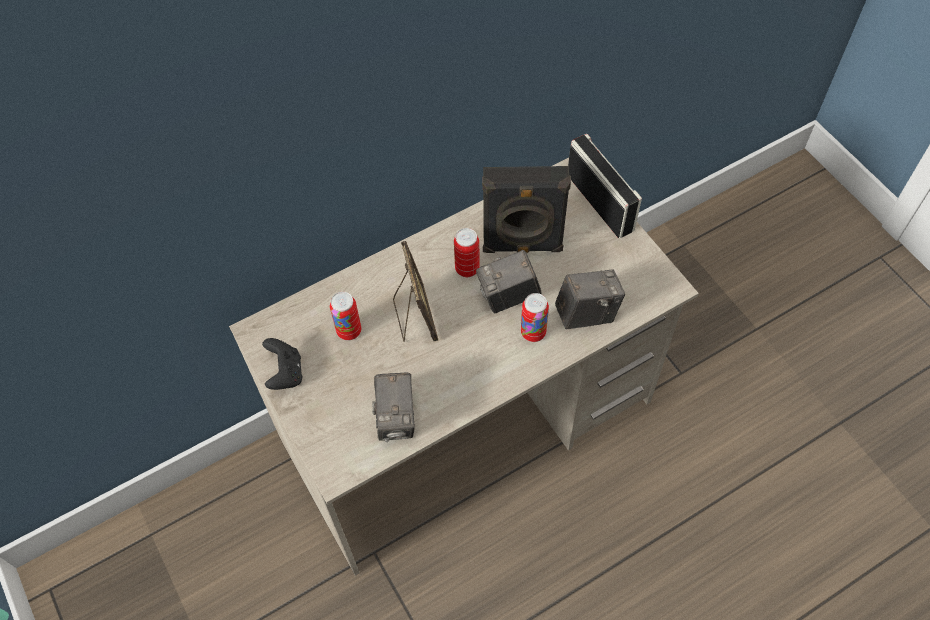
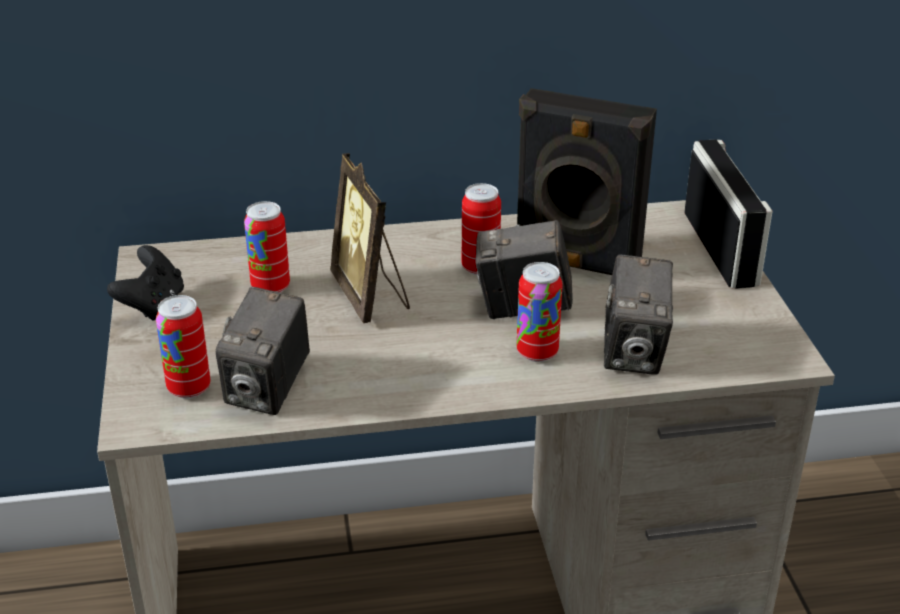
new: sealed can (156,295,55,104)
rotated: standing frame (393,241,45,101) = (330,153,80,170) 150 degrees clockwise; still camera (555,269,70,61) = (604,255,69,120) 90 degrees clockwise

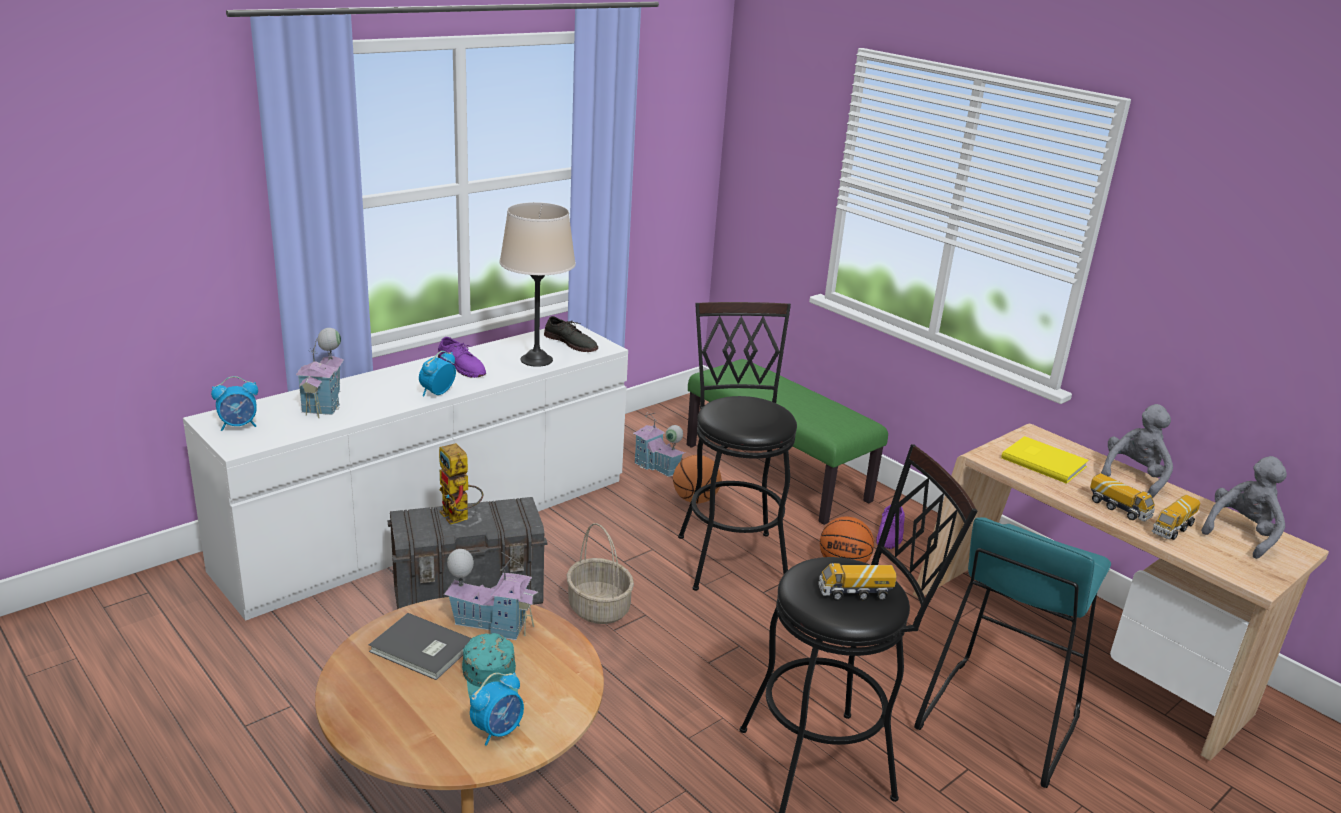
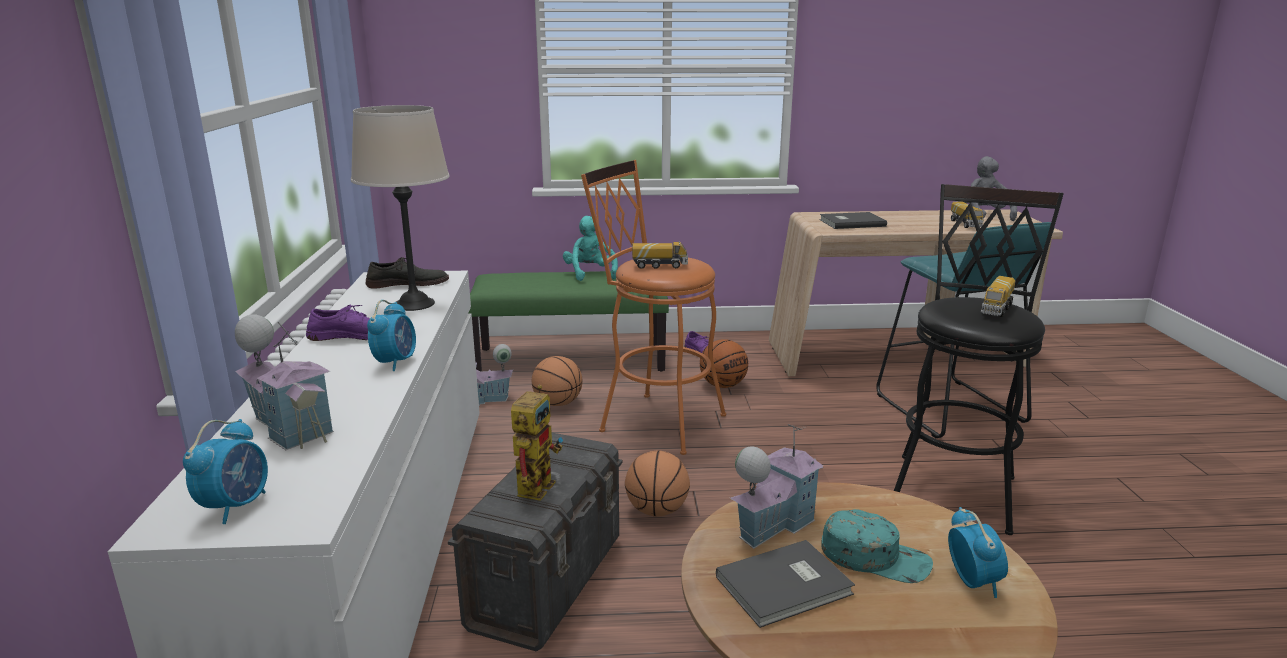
gone: gray cuddly toy (1101,404,72,94)
new: turquoise-coloured cuddly toy (563,216,55,65)
shifted: model truck (1090,473,65,48) to (632,241,56,28)
swapped: basket (567,523,67,101) to basketball (625,450,65,67)
repainted: black stool (678,302,119,289) to orange stool (581,160,145,295); yellow book (1001,436,88,48) to gray book (819,212,68,17)
rotated: bedside clock (419,351,37,45) = (367,300,49,71) 150 degrees counterclockwise; toy robot (439,443,44,82) = (511,385,52,116) 75 degrees counterclockwise

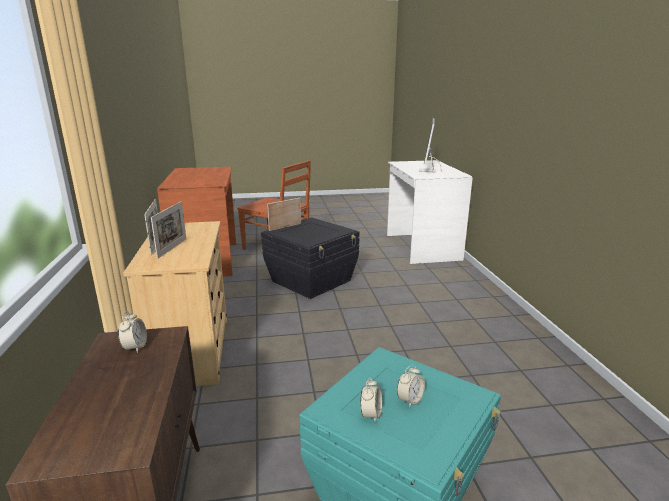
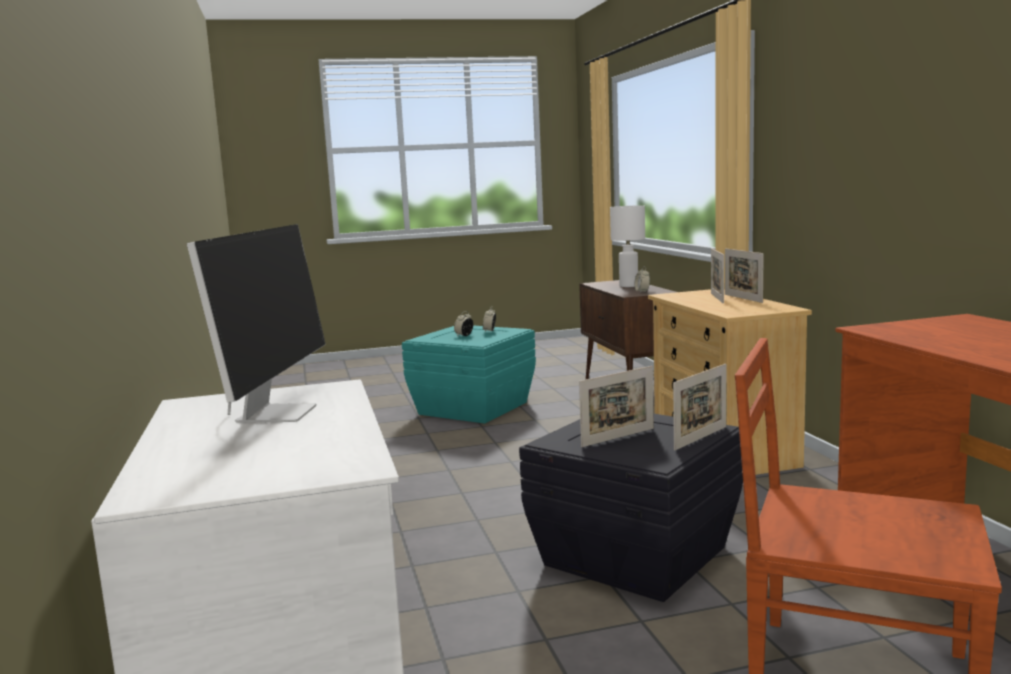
new: standing frame (579,366,75,81); whitish table lamp (610,205,35,82)

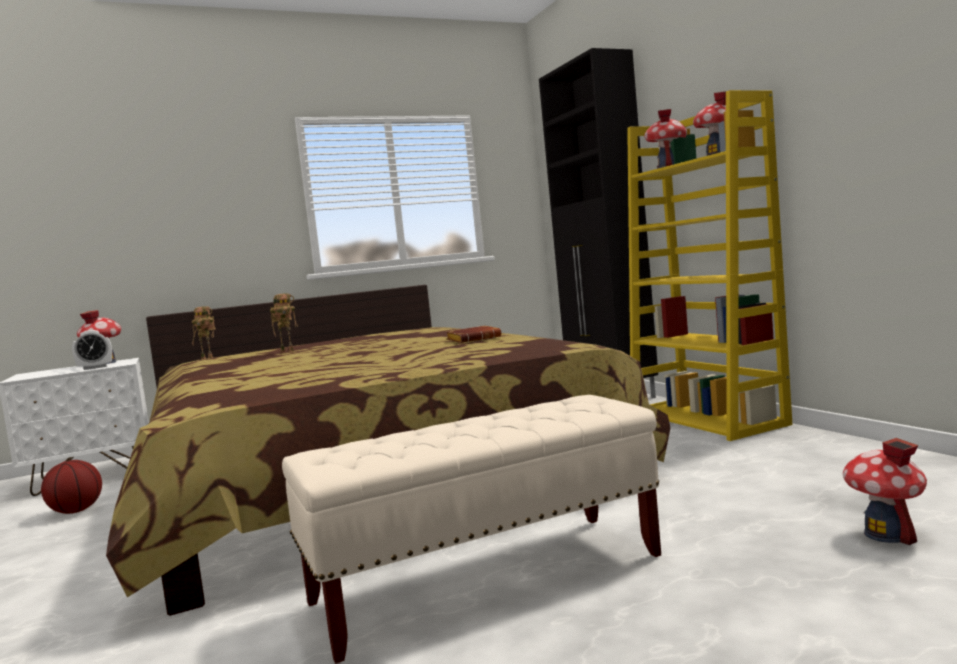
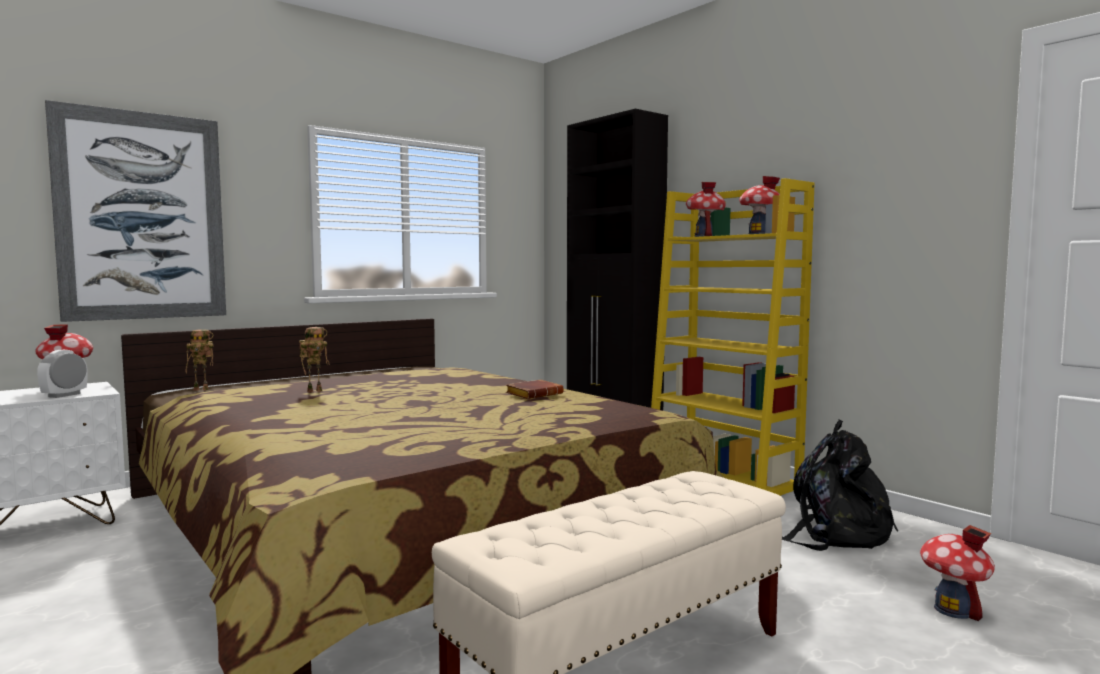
gone: basketball (41,460,61,54)
new: wall art (45,100,181,222); black knapsack (782,419,116,132)
rotated: bedside clock (72,330,40,40) = (37,350,51,48) 150 degrees clockwise

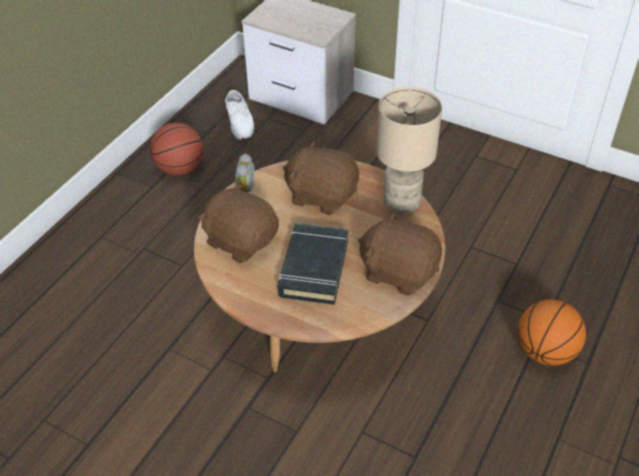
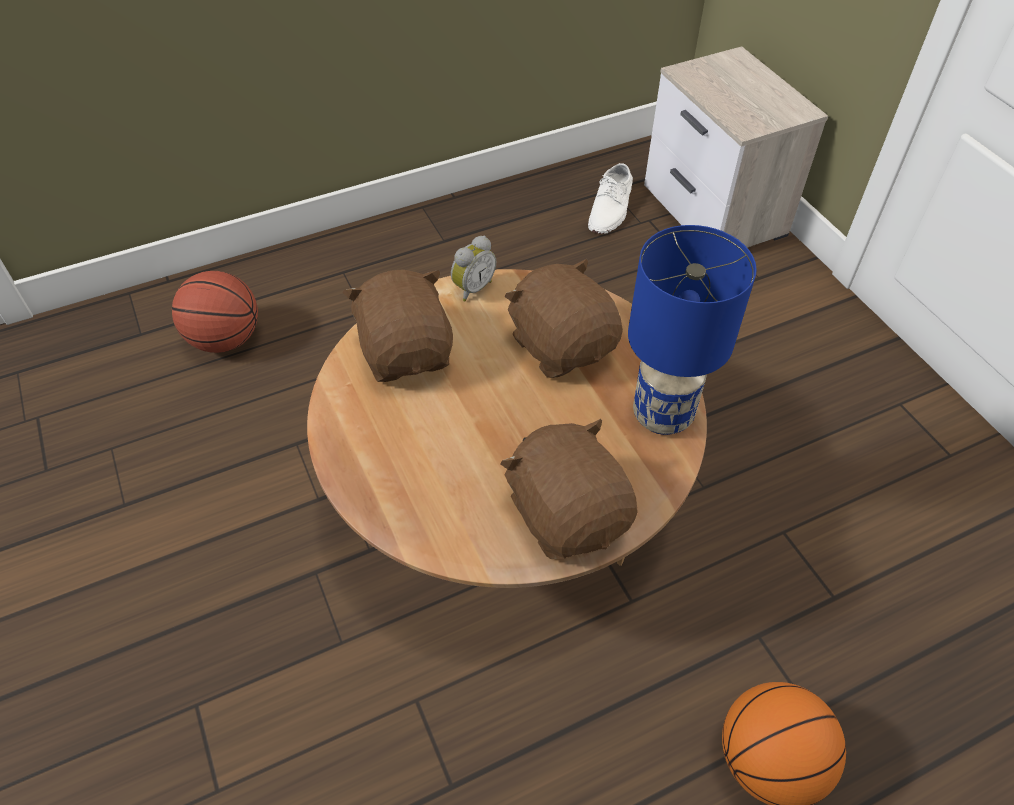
gone: black book (278,223,71,82)
shifted: basketball (150,122,53,54) to (172,271,86,82)
repainted: sand-coloured table lamp (376,87,66,127) to bluish table lamp (628,225,129,210)

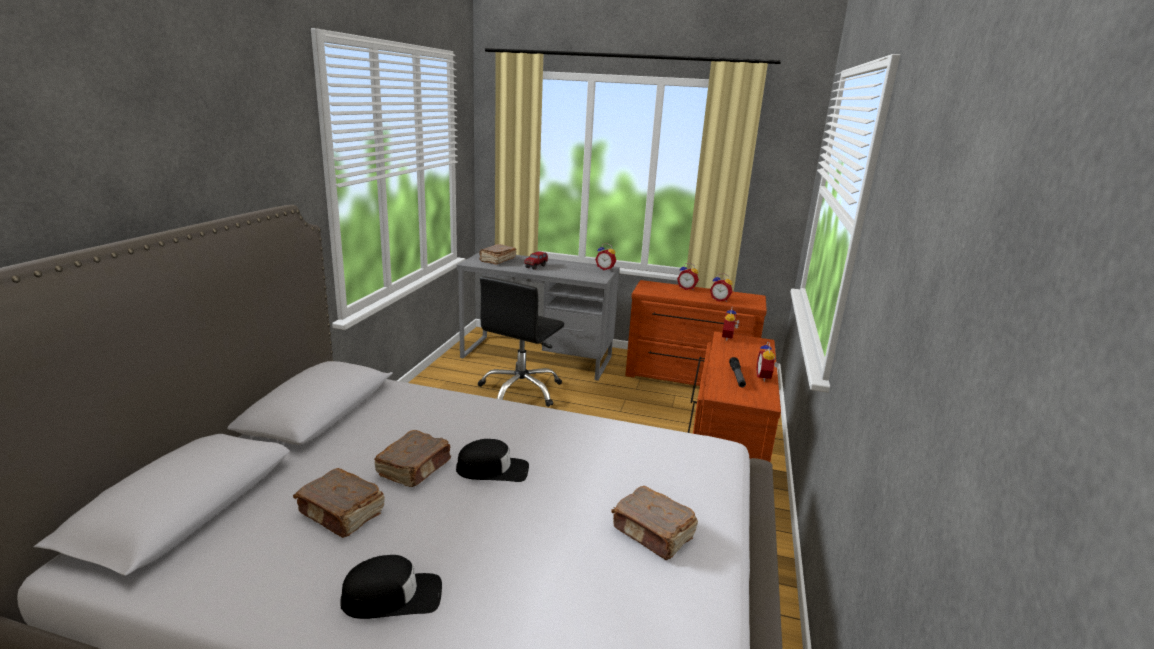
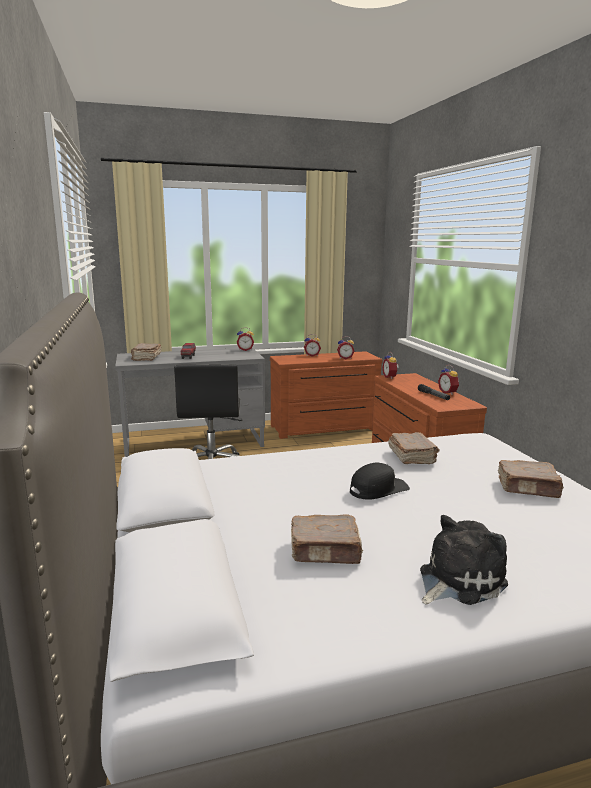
shifted: brown-coloured book (374,430,77,57) to (388,432,51,32)
swapped: black baseball cap (341,555,101,64) to cuddly toy (420,515,88,90)

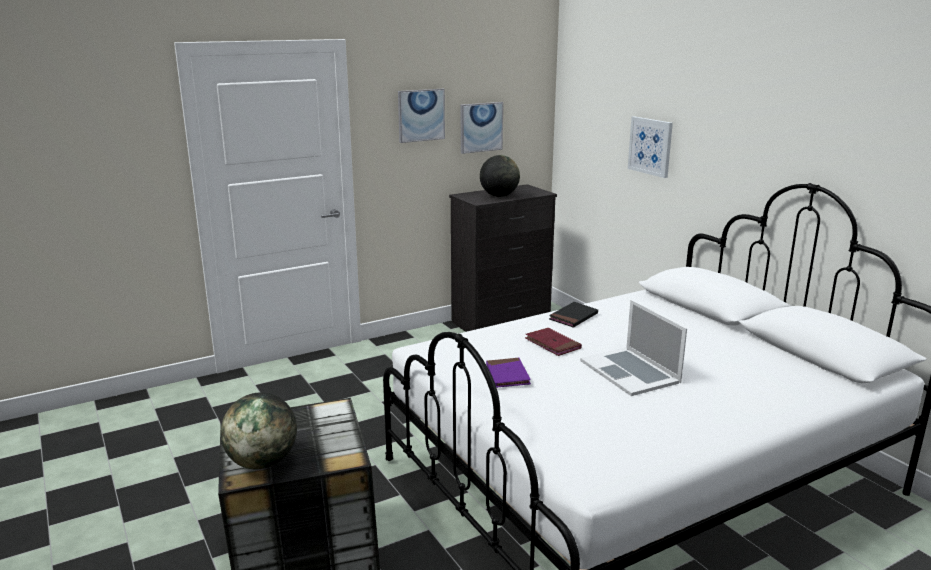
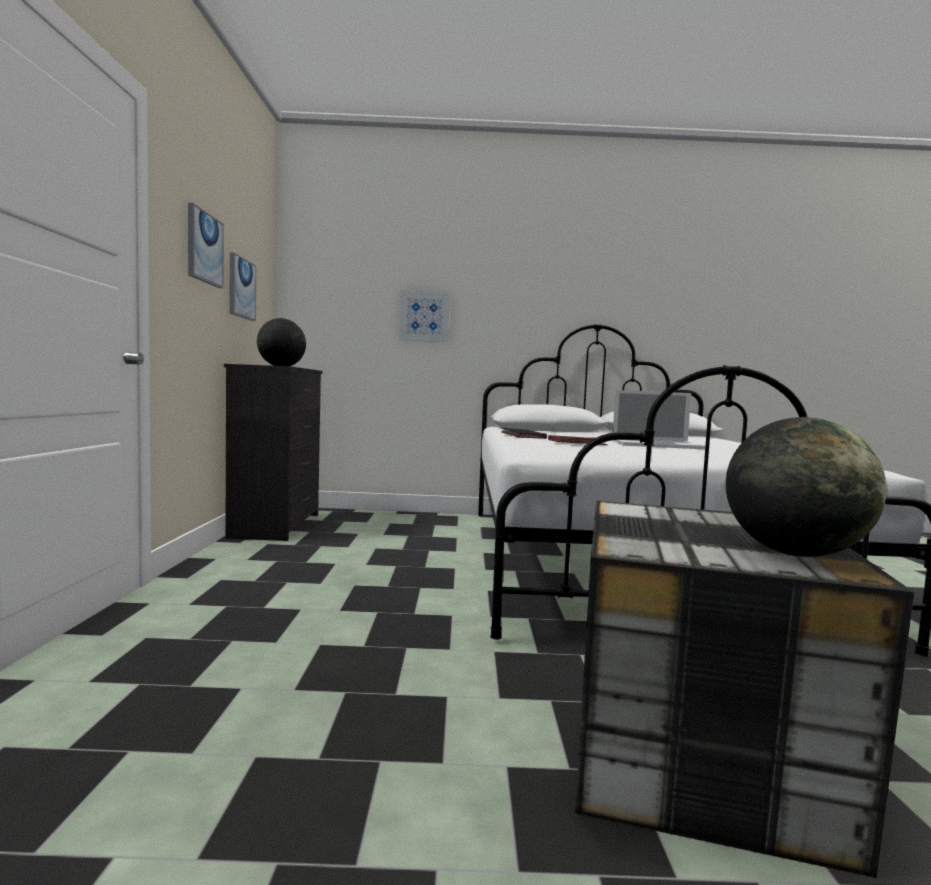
gone: purplish book (486,358,45,30)

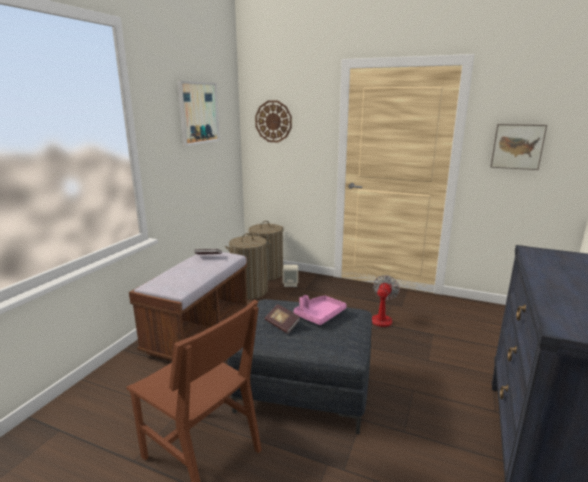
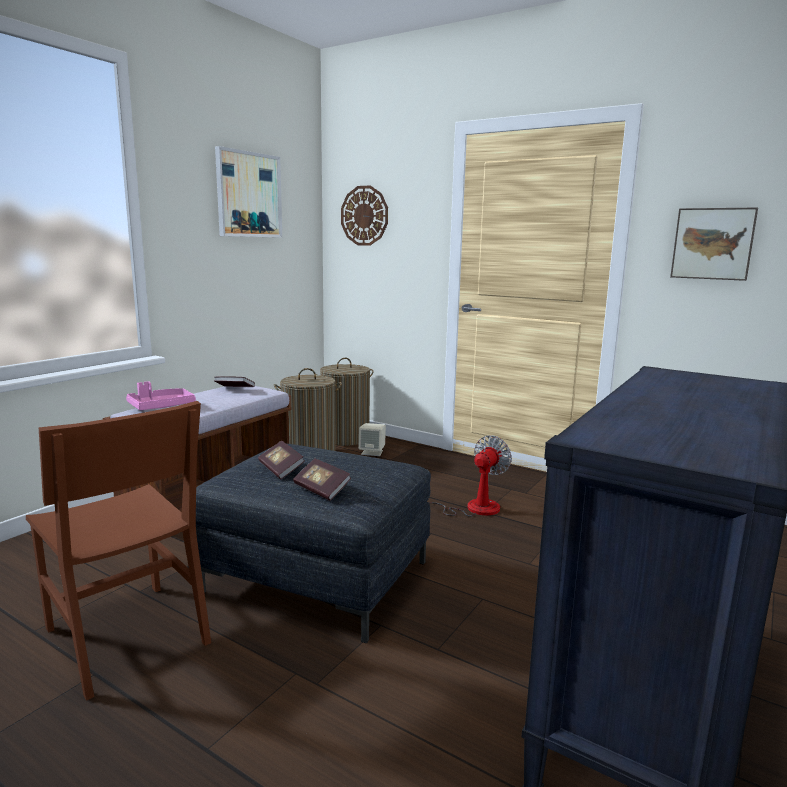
new: book (293,459,58,42)
shifted: pink serving tray (293,295,53,30) to (126,381,70,29)

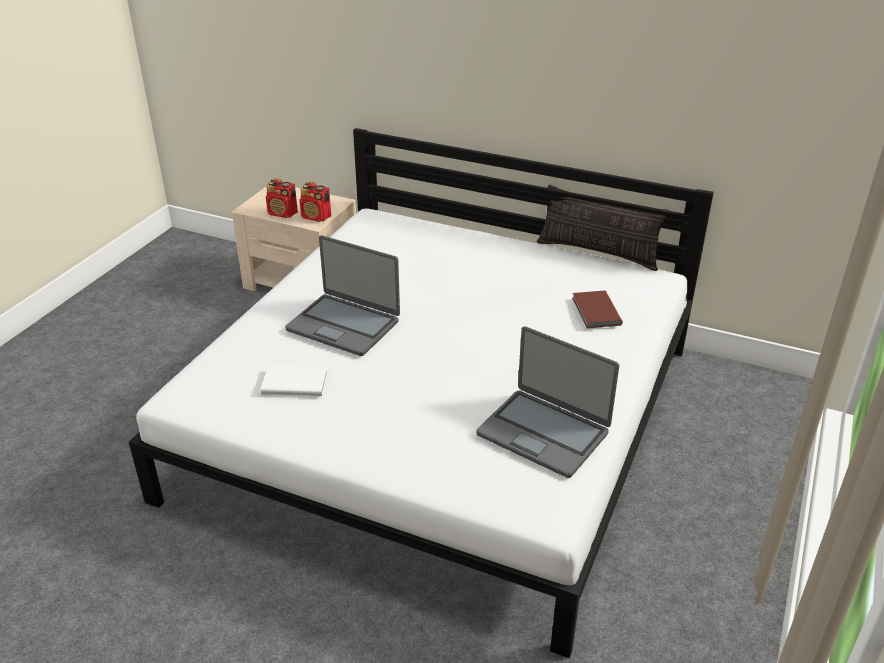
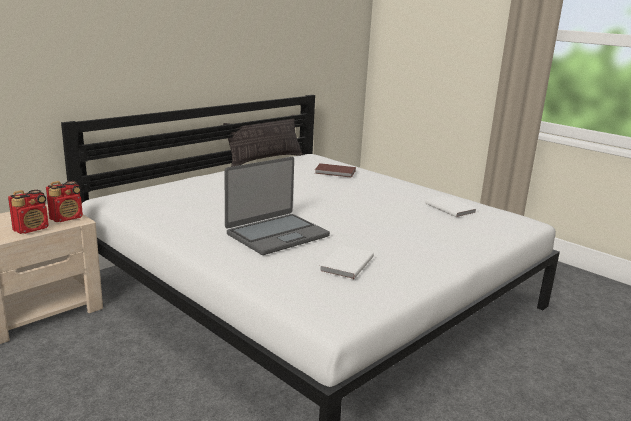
swapped: laptop (476,326,143,152) to whitish book (425,196,52,21)

